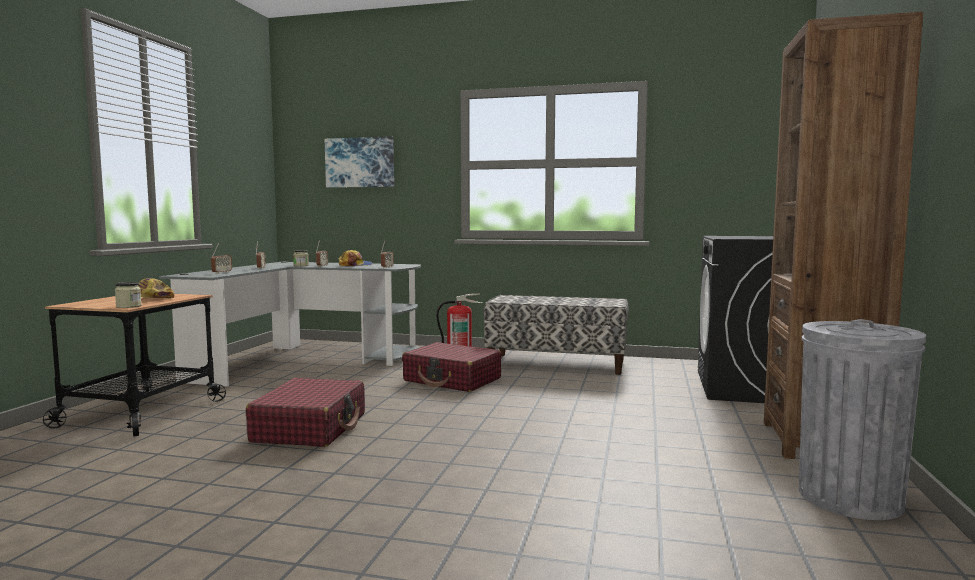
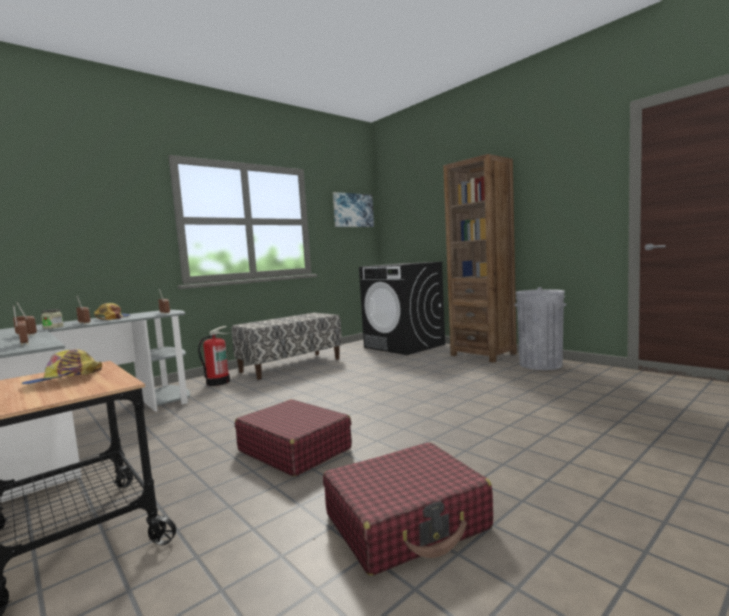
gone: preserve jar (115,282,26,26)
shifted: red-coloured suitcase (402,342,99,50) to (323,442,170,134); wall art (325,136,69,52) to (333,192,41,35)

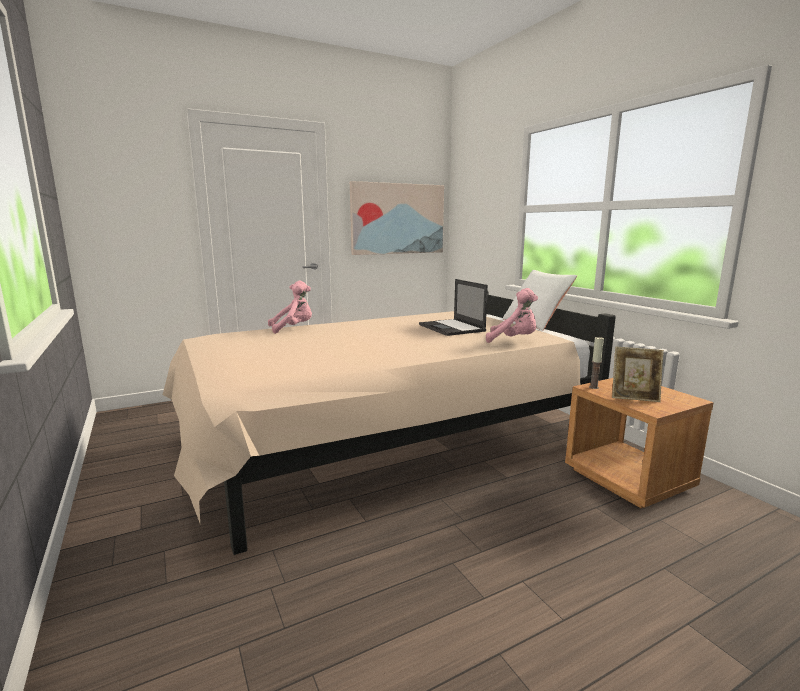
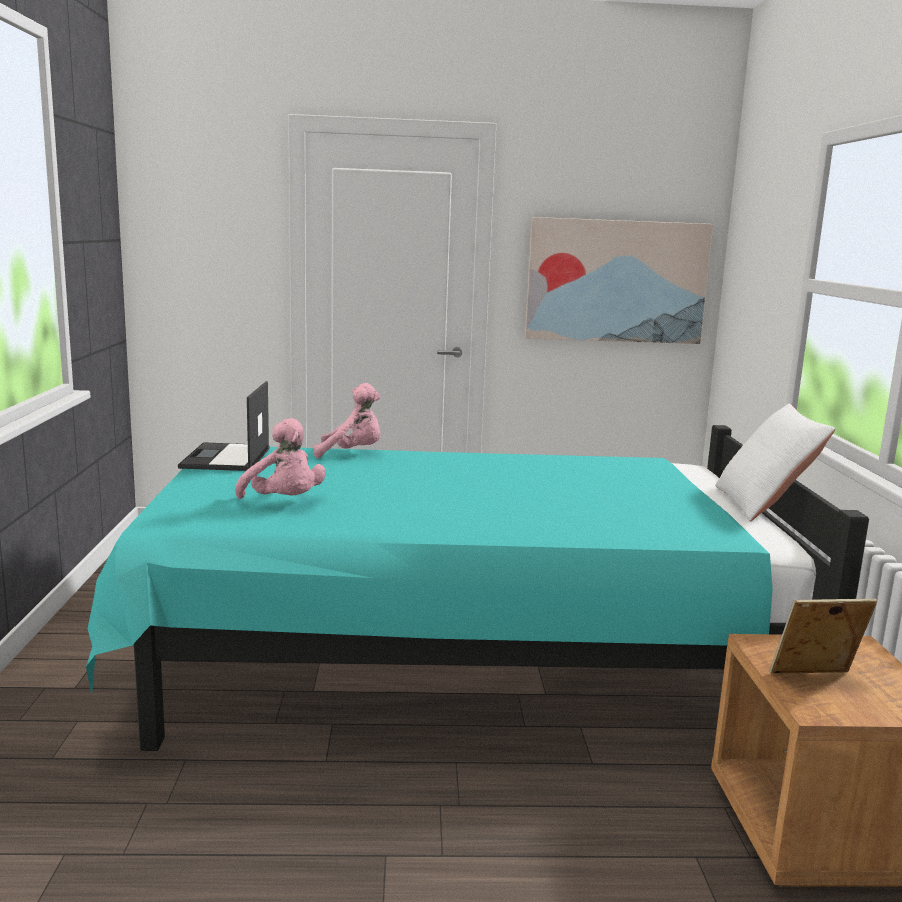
gone: candle (589,336,15,53)
shifted: laptop (419,279,69,57) to (178,381,92,90); pink cuddly toy (486,288,52,55) to (235,418,91,81)
repainted: sand-coloured sleeping bed (163,291,453,264) to turquoise-coloured sleeping bed (86,425,783,326)
rotated: standing frame (612,347,52,55) = (769,599,109,75) 135 degrees clockwise

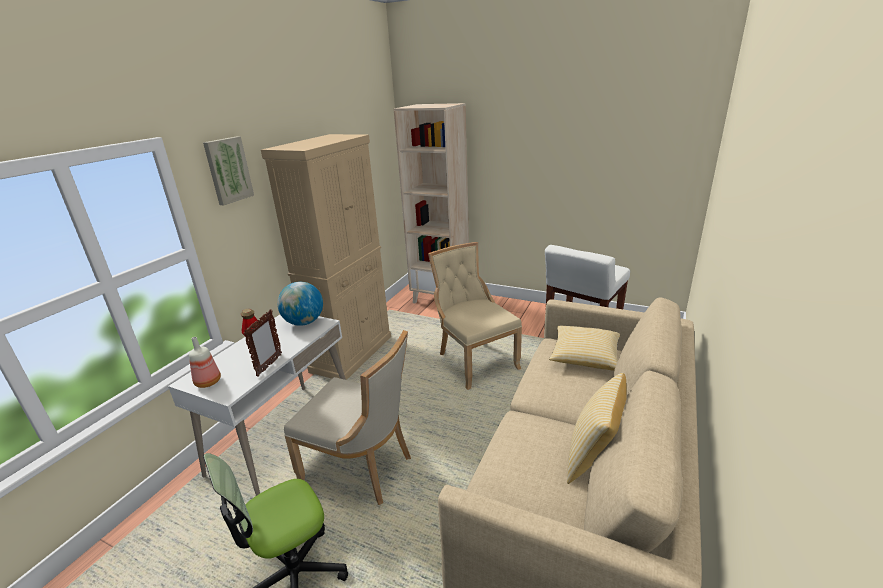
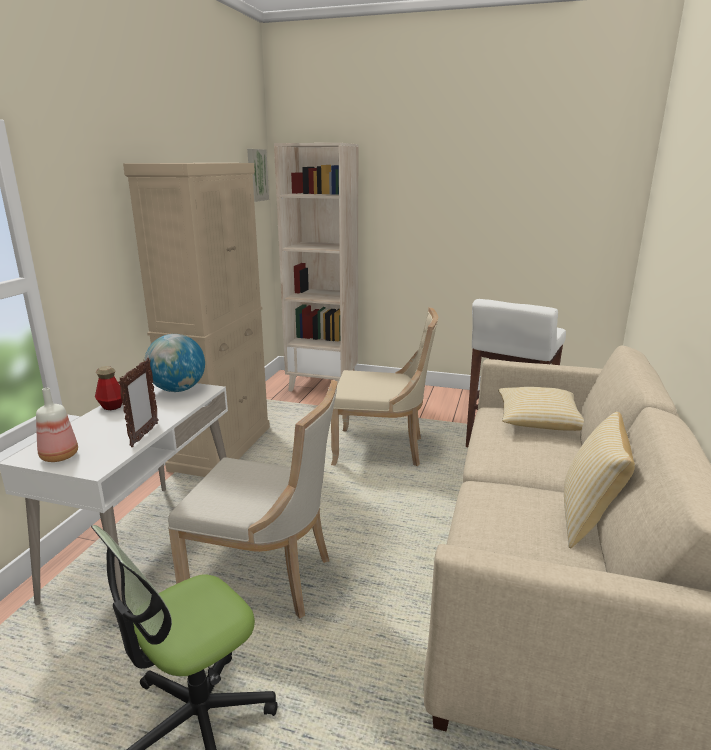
shifted: wall art (203,136,51,70) to (247,149,22,53)
rotated: sand-coloured plain chair (428,242,94,148) = (331,307,107,159) 135 degrees clockwise

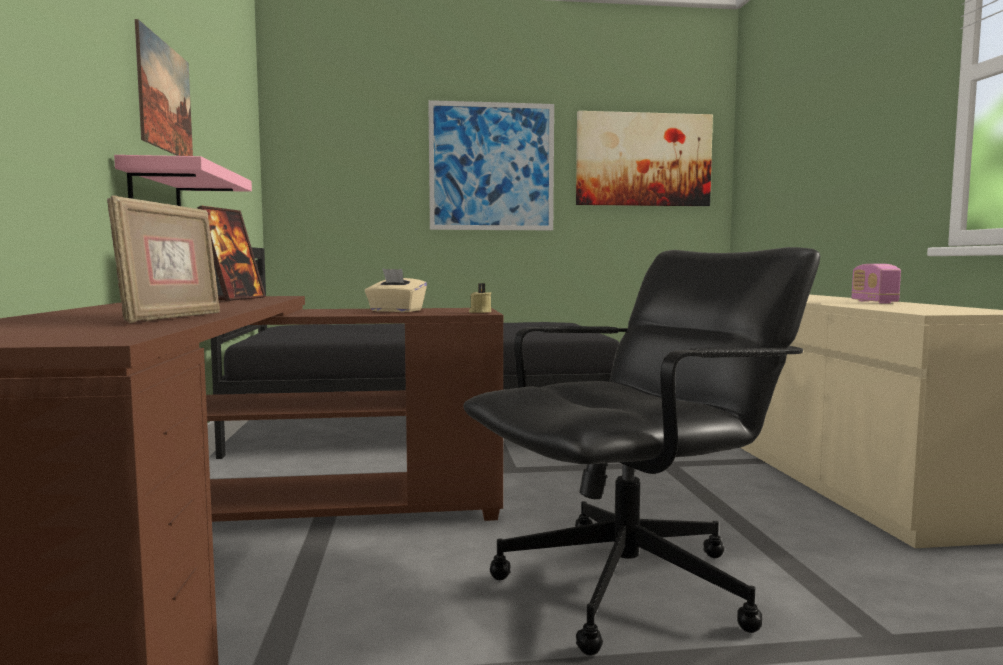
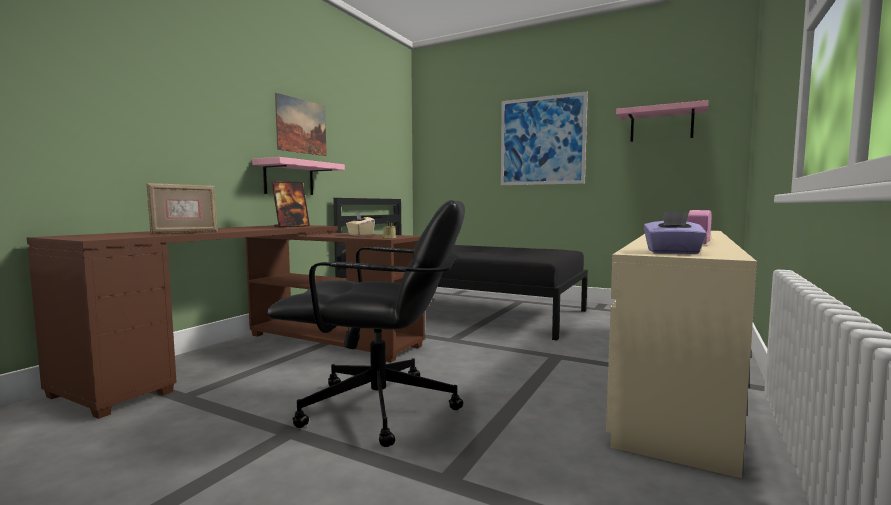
new: purplish box of tissues (644,212,63,42)
swapped: wall art (576,111,137,95) to pink shelf (616,100,93,42)

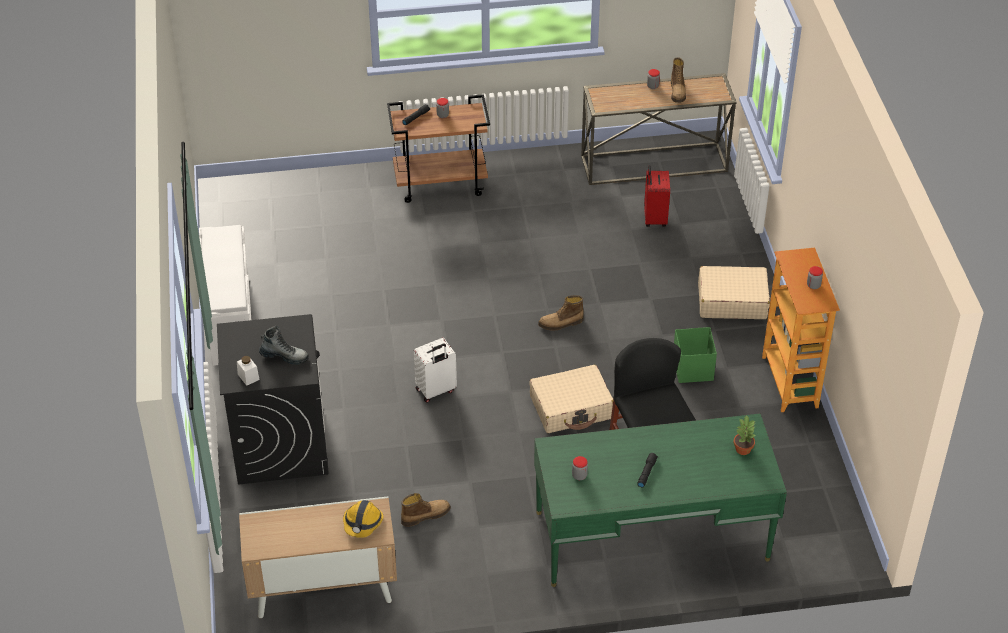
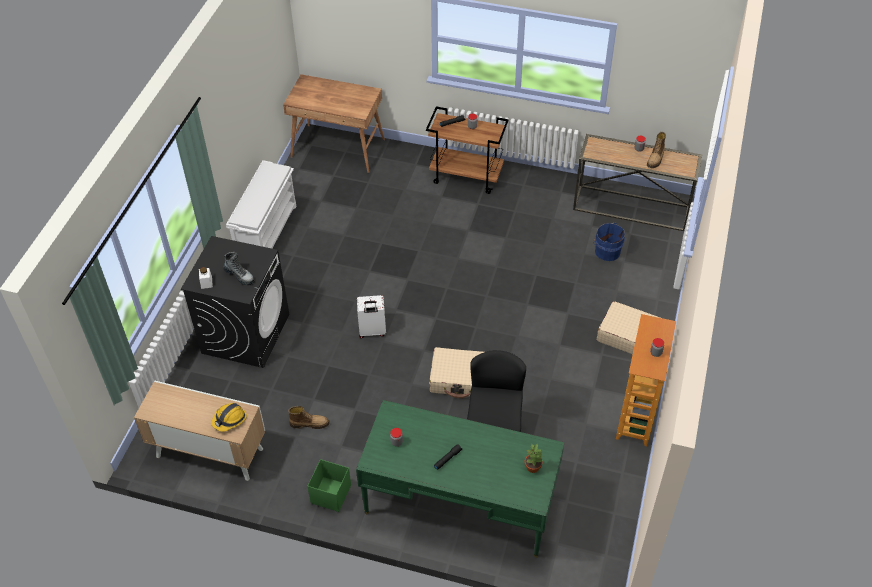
gone: high-top boot (538,295,46,36)
new: brown-coloured desk table (283,74,102,99)
shifted: greenish storage box (674,327,43,56) to (307,459,44,53)
swapped: red-coloured suitcase (644,165,26,62) to bluish pail (593,223,32,38)

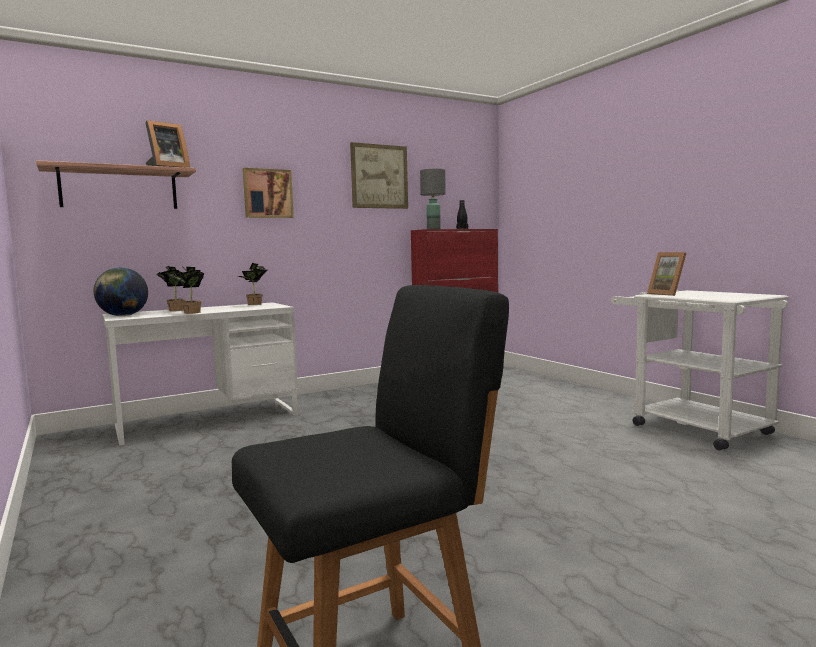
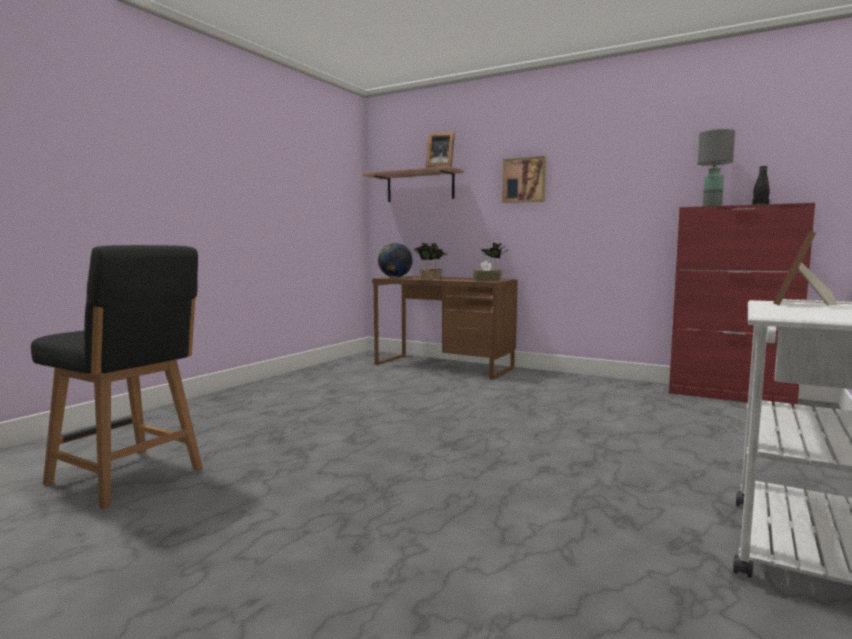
gone: wall art (350,142,58,67)
new: brown-coloured box of tissues (474,261,26,20)
repainted: whitish desk table (102,302,196,143) to brown-coloured desk table (372,276,145,104)

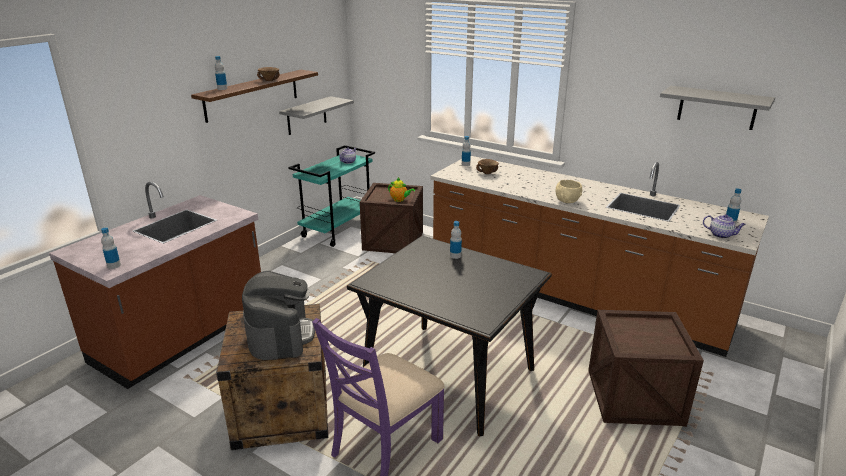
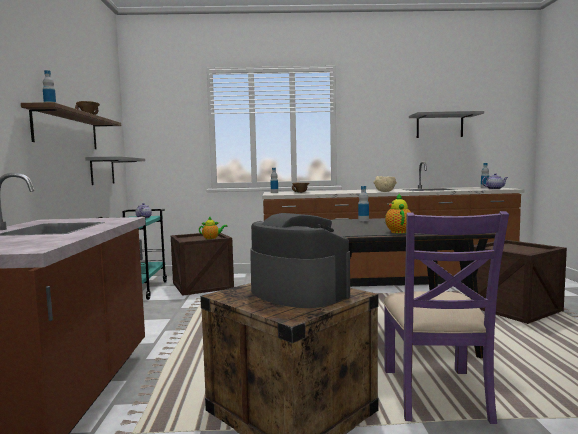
gone: beverage bottle (101,227,20,42)
new: teapot (385,193,26,40)

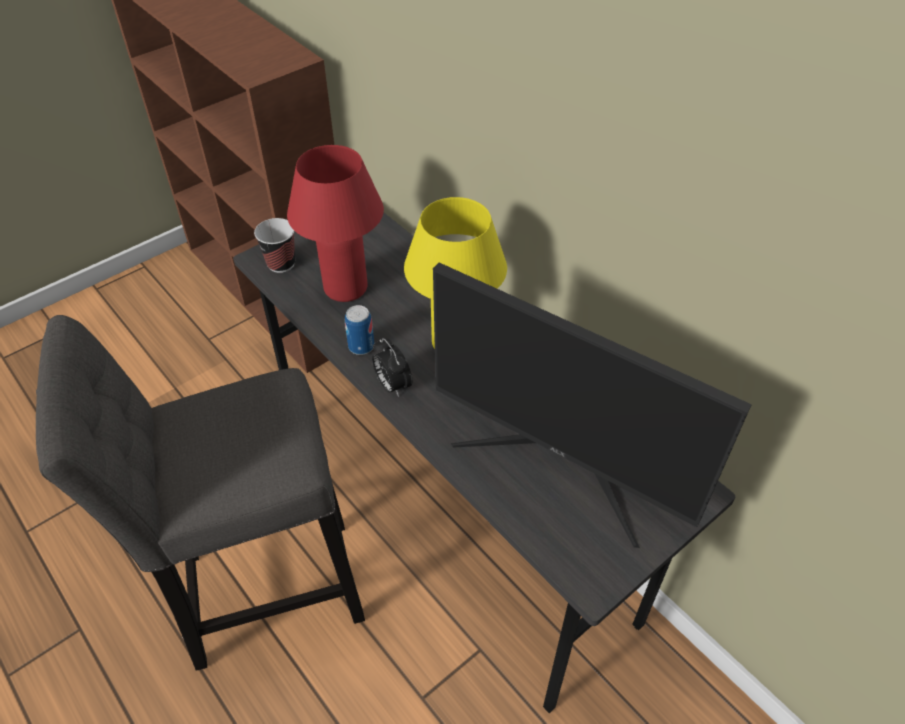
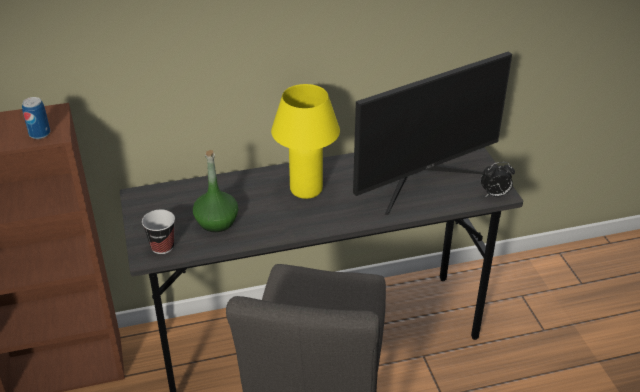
shifted: sealed can (345,305,29,50) to (22,97,28,42); bedside clock (372,338,40,59) to (481,162,34,35)
swapped: red-coloured table lamp (287,145,97,157) to greenish beverage bottle (193,150,45,82)

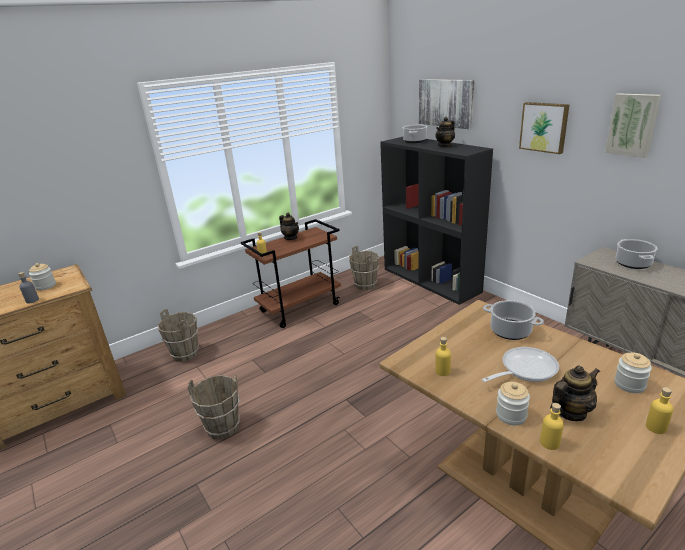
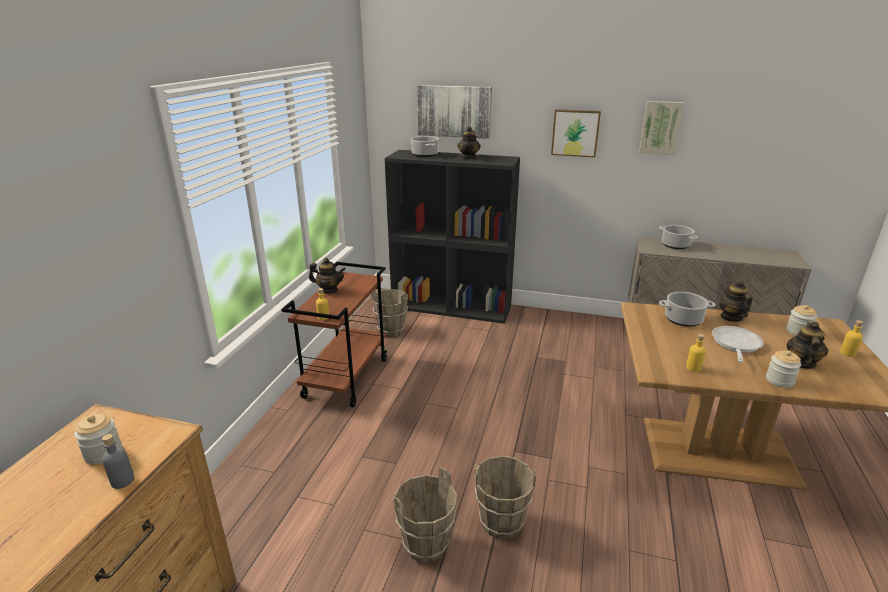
gone: yellow beverage bottle (540,403,24,47)
new: teapot (719,280,33,42)
shifted: brown-coloured pail (158,309,41,53) to (474,456,62,83)

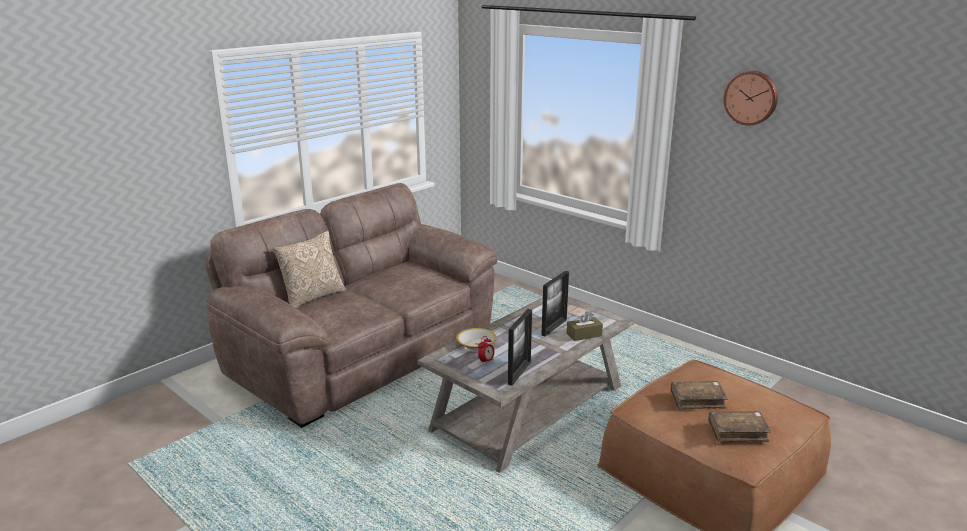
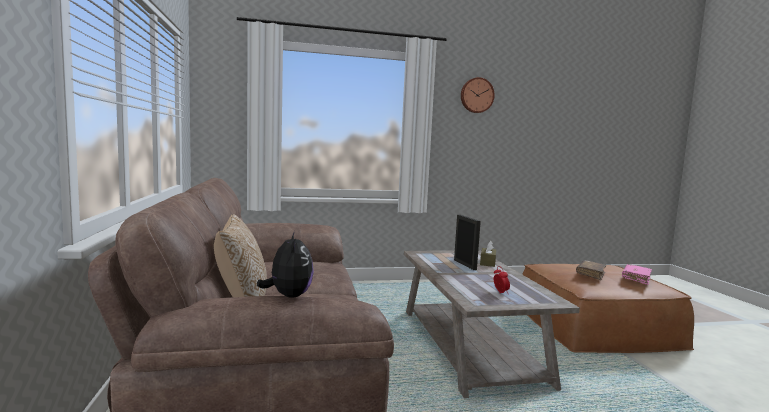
gone: deep dish (456,328,41,22); standing frame (508,309,24,77)
new: cuddly toy (257,231,57,67)
repainted: brown-coloured book (708,411,64,31) to pink book (622,264,30,21)

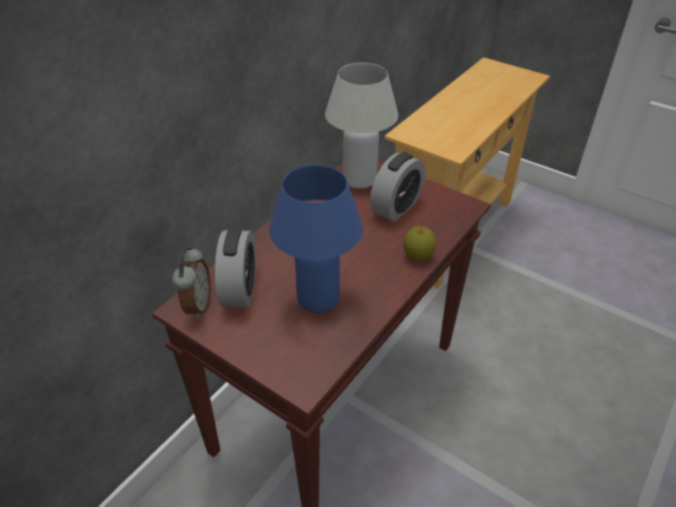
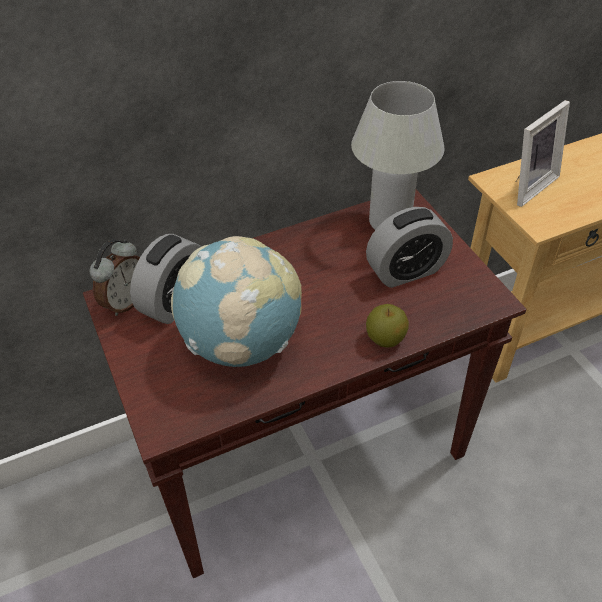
new: standing frame (516,100,54,107)
swapped: bluish table lamp (269,165,94,148) to globe (171,236,131,131)

